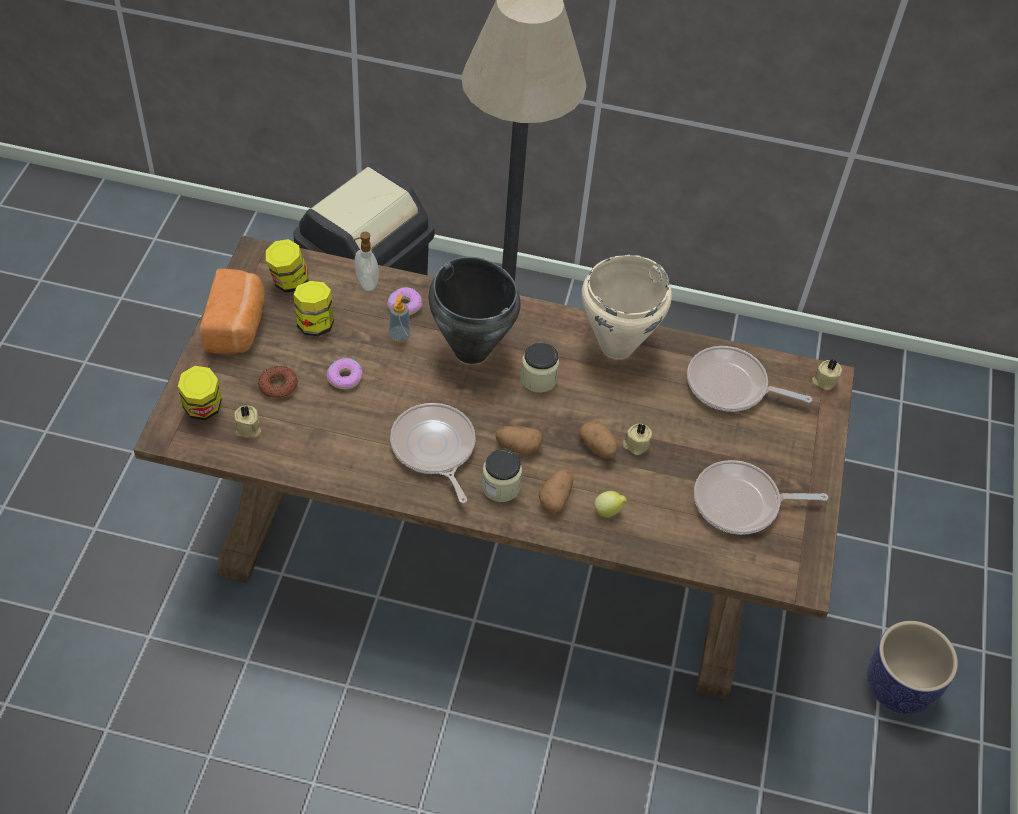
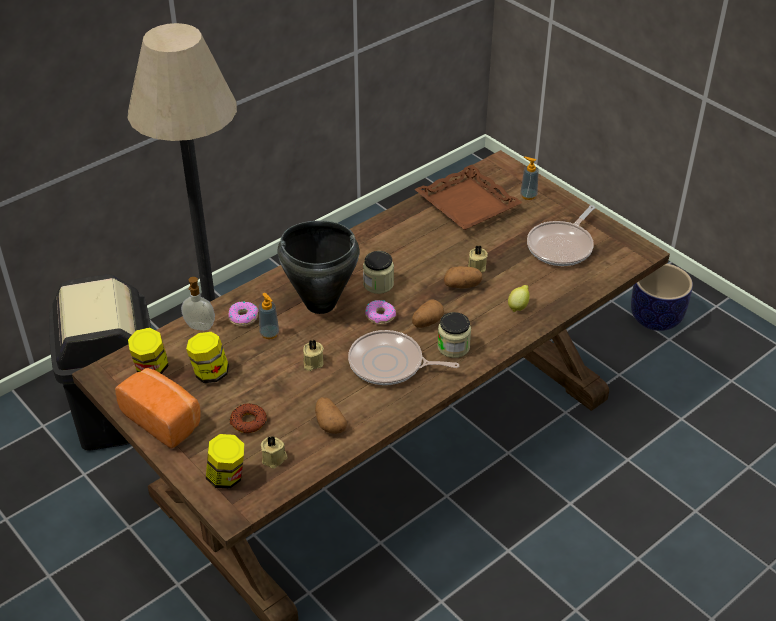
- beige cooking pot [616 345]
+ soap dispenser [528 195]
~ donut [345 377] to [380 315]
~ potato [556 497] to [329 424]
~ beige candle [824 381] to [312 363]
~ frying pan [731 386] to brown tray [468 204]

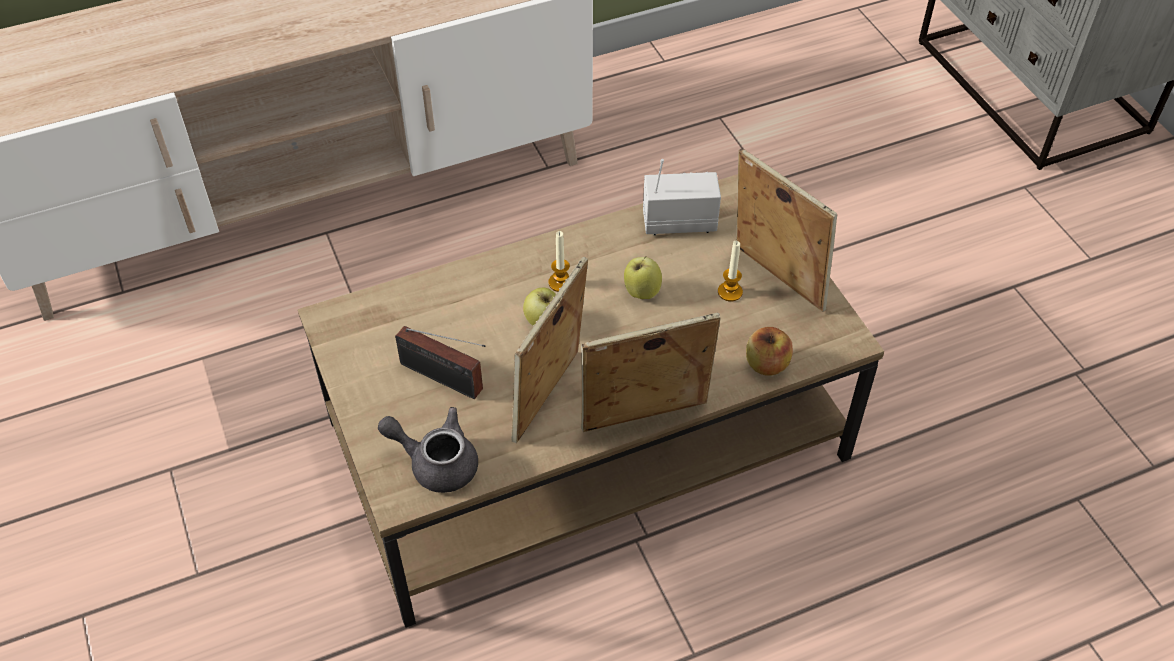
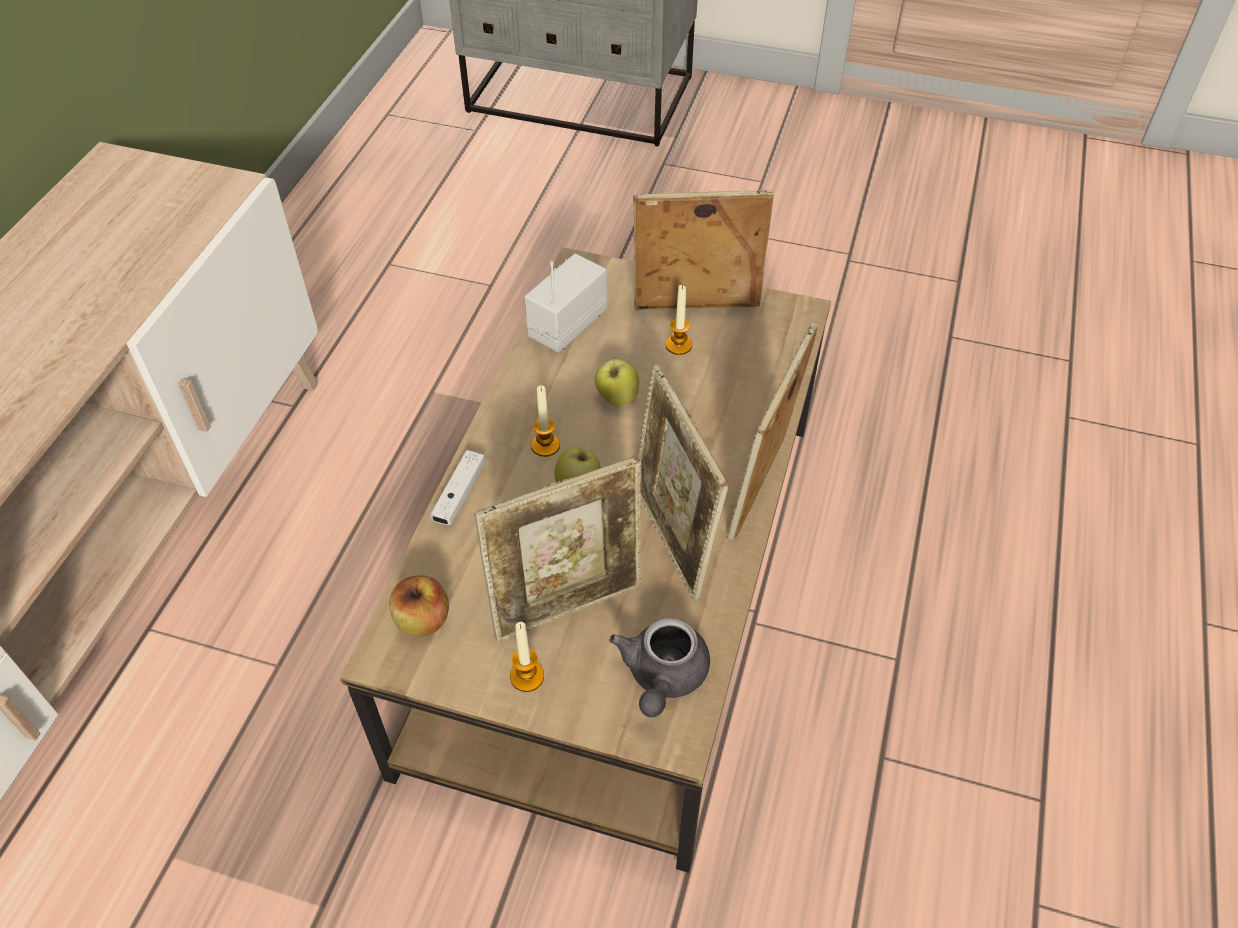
+ white game controller [459 494]
+ candle [527 676]
~ apple [766 364] to [423 620]
~ radio [445 379] to picture frame [568 606]
~ grey teapot [436 462] = [662 677] 45 degrees counterclockwise

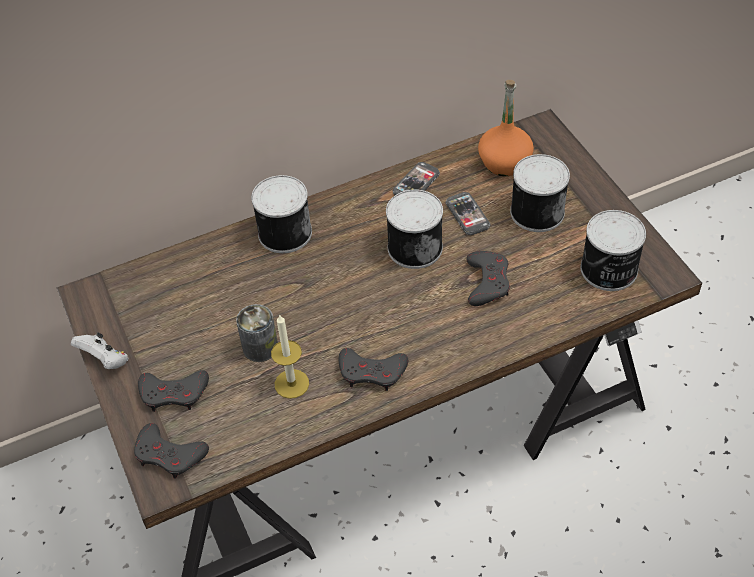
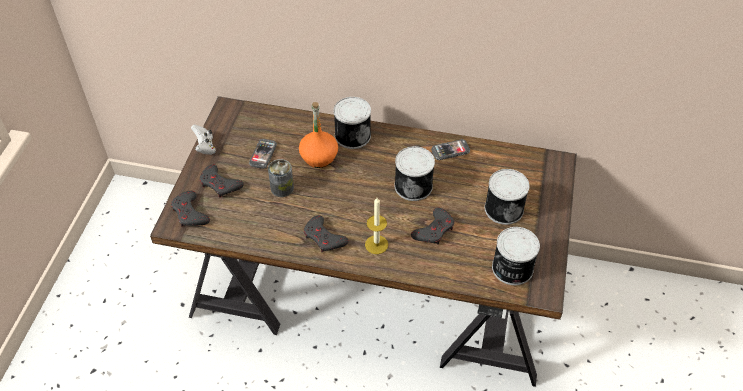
~ candle [291 384] to [376 244]
~ phone [467 215] to [263 154]
~ orange bottle [504 162] to [319 157]

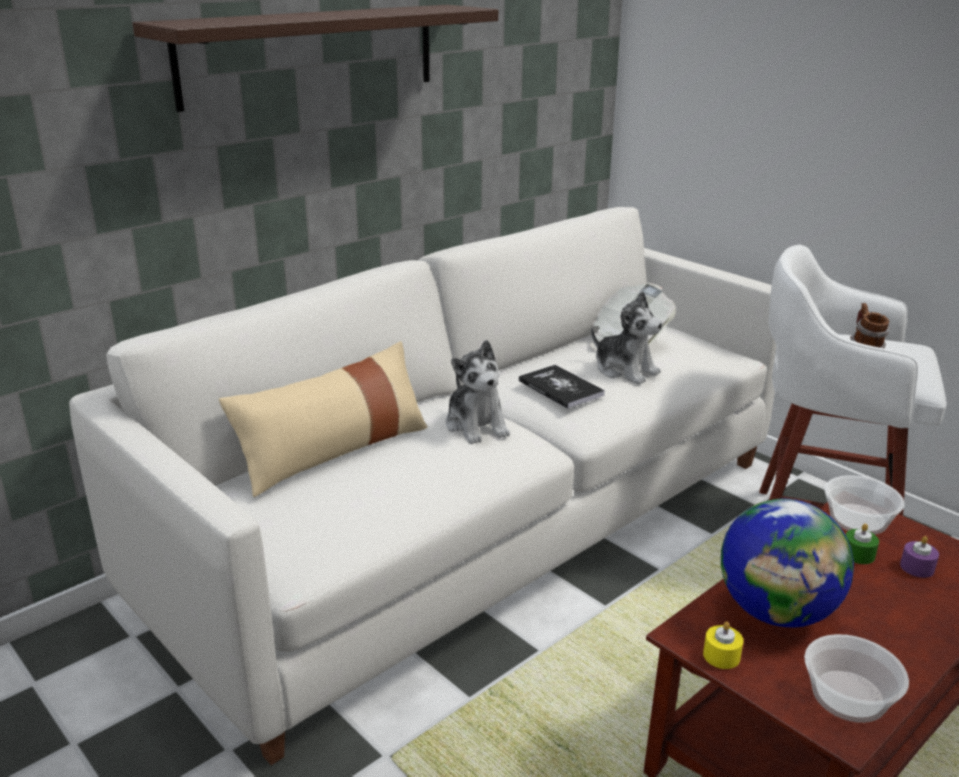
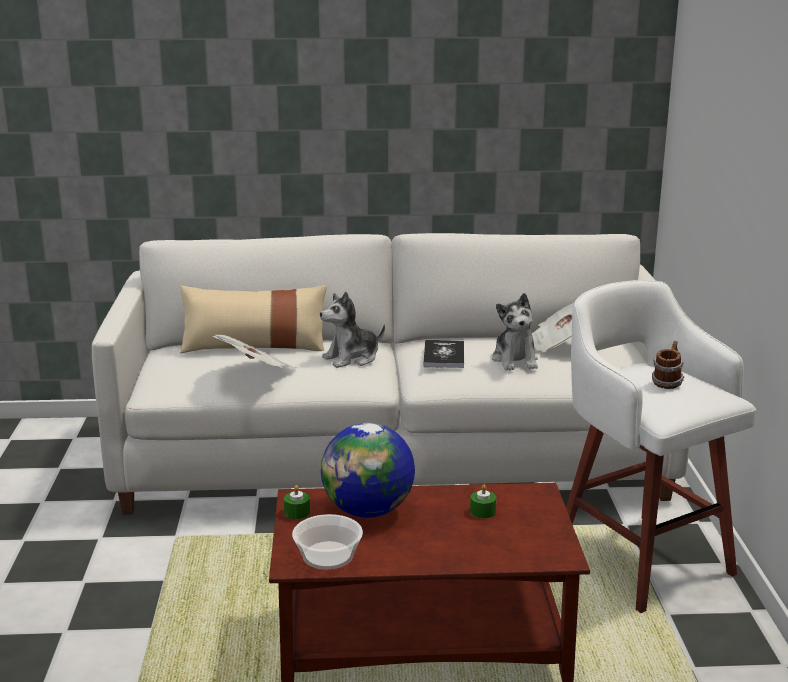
- shelf [311 54]
- bowl [857 519]
- purple candle [917 567]
+ newspaper [256 372]
~ yellow candle [721 656] to green candle [297 512]
~ plush toy [476 425] = [352 358] 45 degrees clockwise

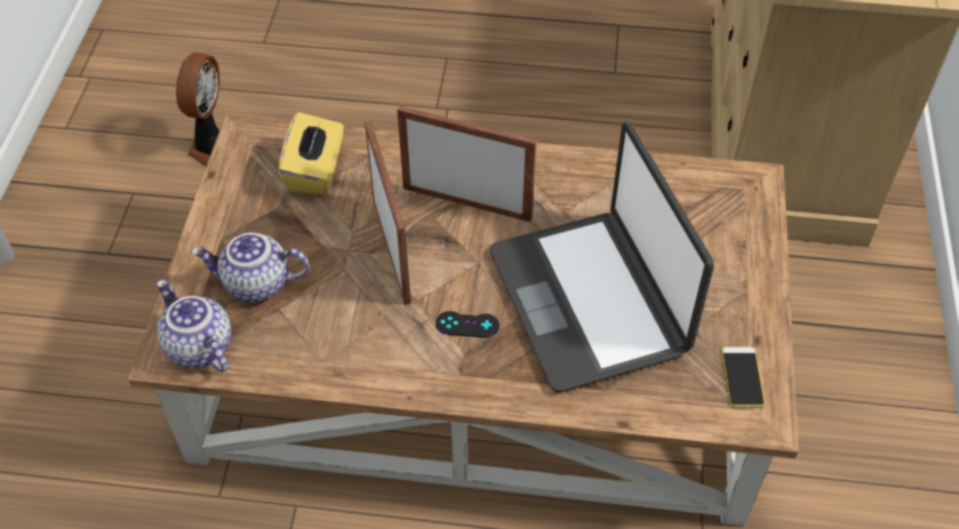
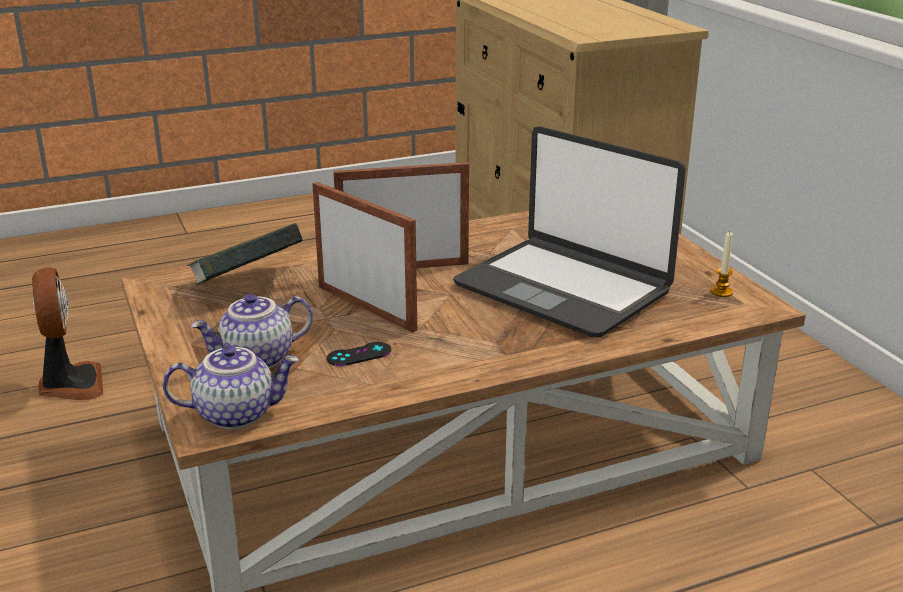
~ black game controller [467 324] to [359 354]
~ yellow tissue box [316 171] to book [247 285]
~ phone [742 377] to candle [721 292]
~ teapot [197 348] = [236 413] 150 degrees clockwise

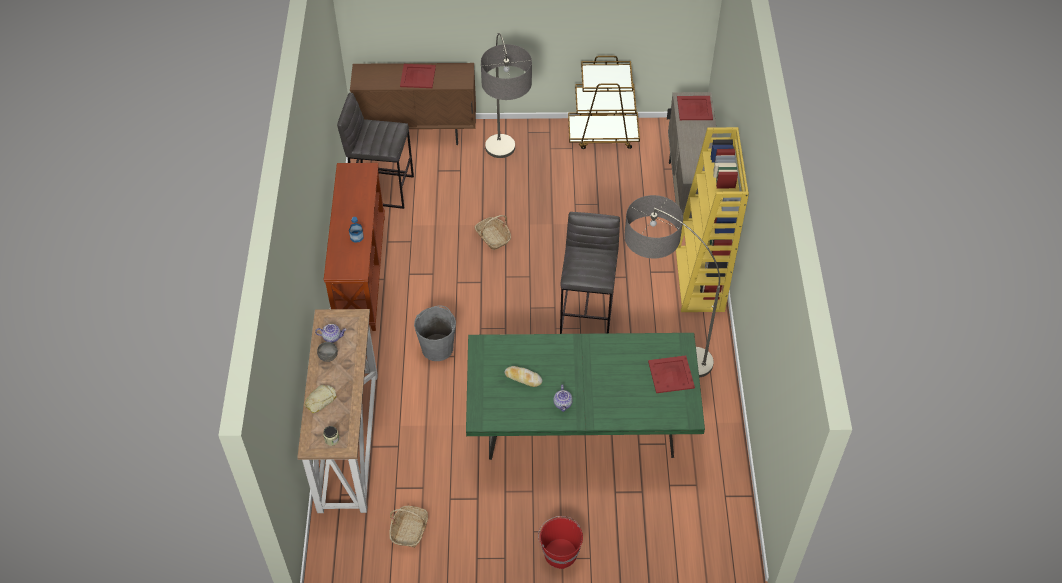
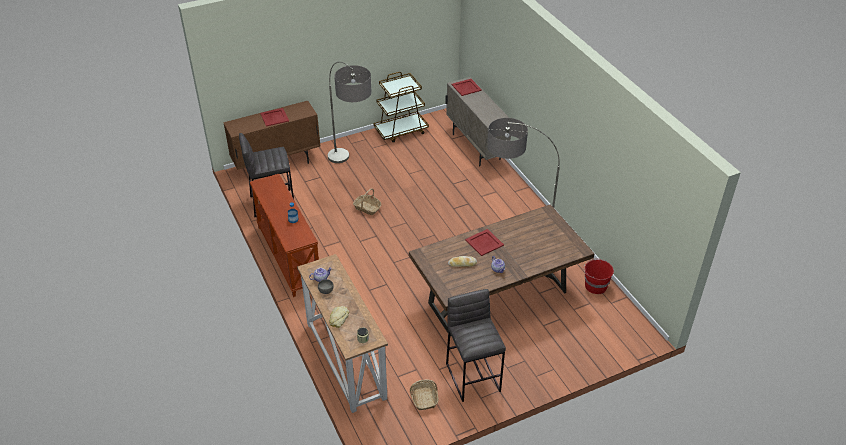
- grey bucket [437 348]
- yellow bookcase [699 280]
~ red bucket [560 552] to [595 286]
~ grey stool [587 312] to [473 376]
~ red tray [671 374] to [484 242]
~ green dining table [581 429] to brown dining table [497 297]

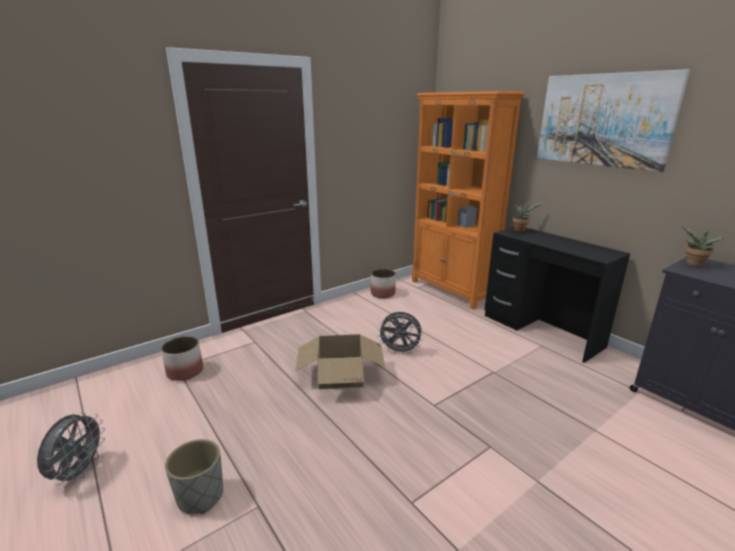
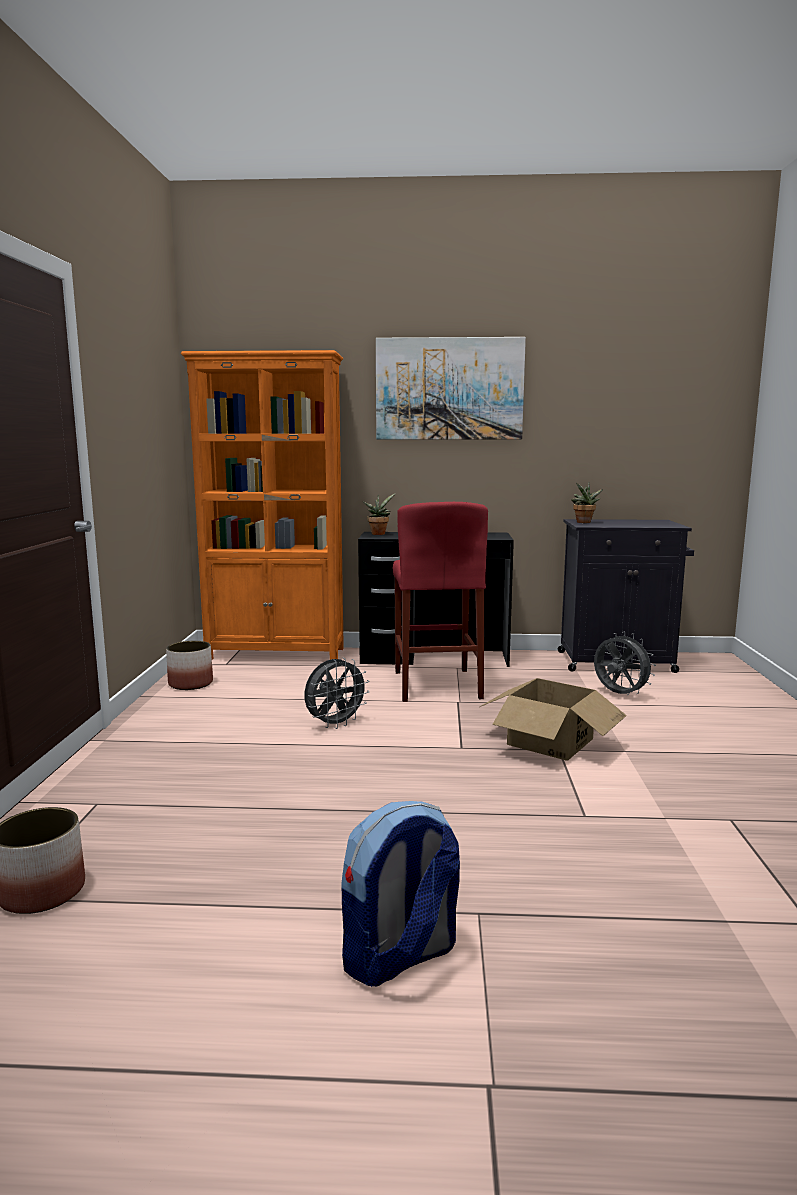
+ red stool [436 685]
~ grey fan [79 472] to [619 695]
~ cardboard box [341 375] to [550 741]
~ grey planter [200 496] to backpack [400 958]

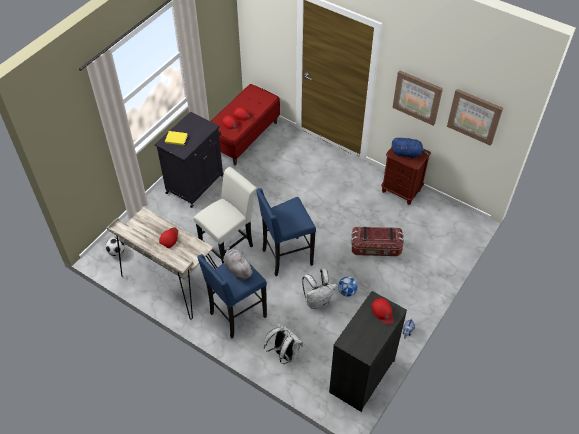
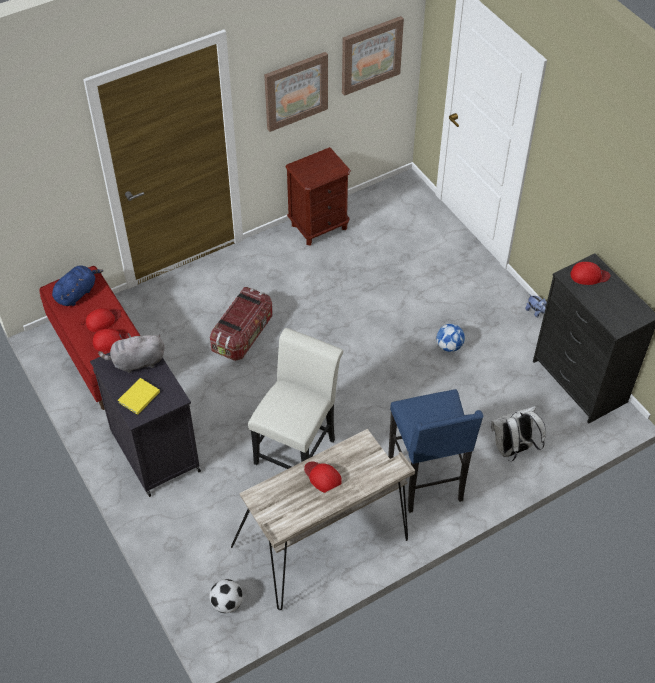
- blue stool [286 257]
- white backpack [318 301]
~ grey plush toy [237 269] to [136 362]
~ storage box [376 248] to [243 334]
~ blue plush toy [407 153] to [77 293]
~ white chair [229 244] = [298 447] 45 degrees clockwise

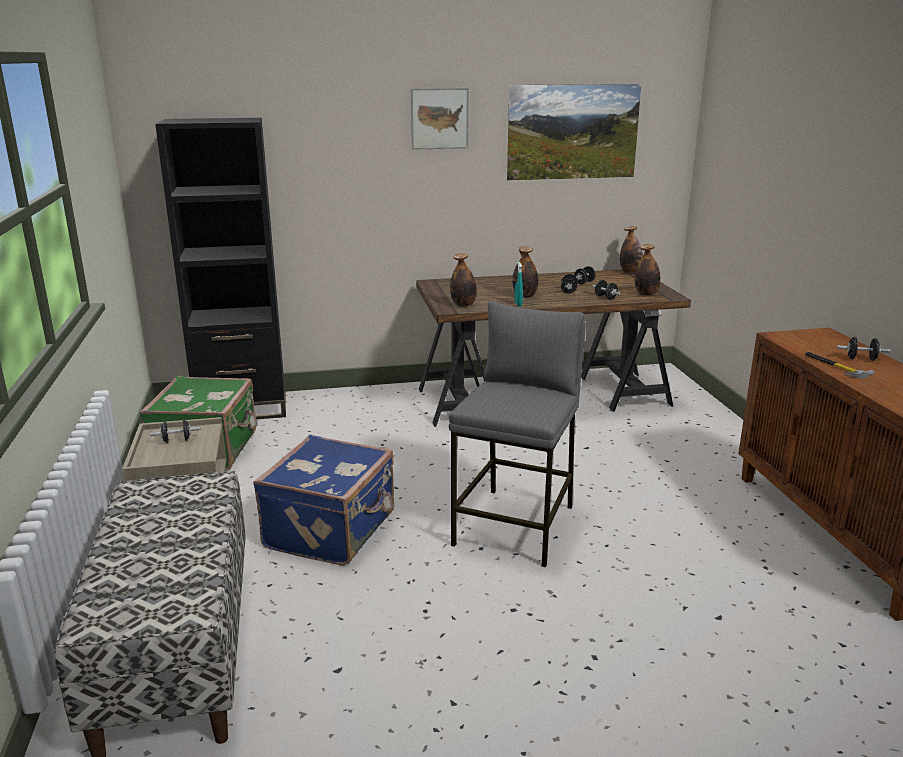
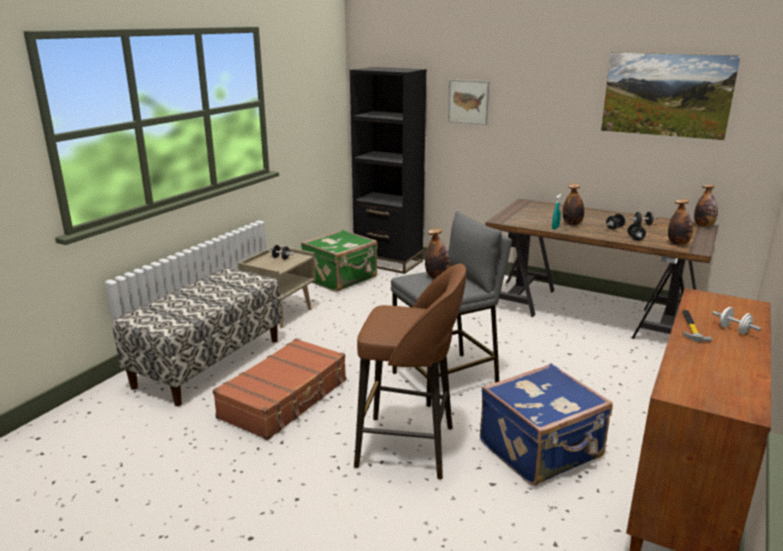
+ brown suitcase [285 399]
+ brown stool [409 447]
~ blue suitcase [332 530] to [542 451]
~ picture [439 118] to [468 101]
~ bottle [463 305] to [437 277]
~ black dumbbell [861 359] to white dumbbell [734 330]

